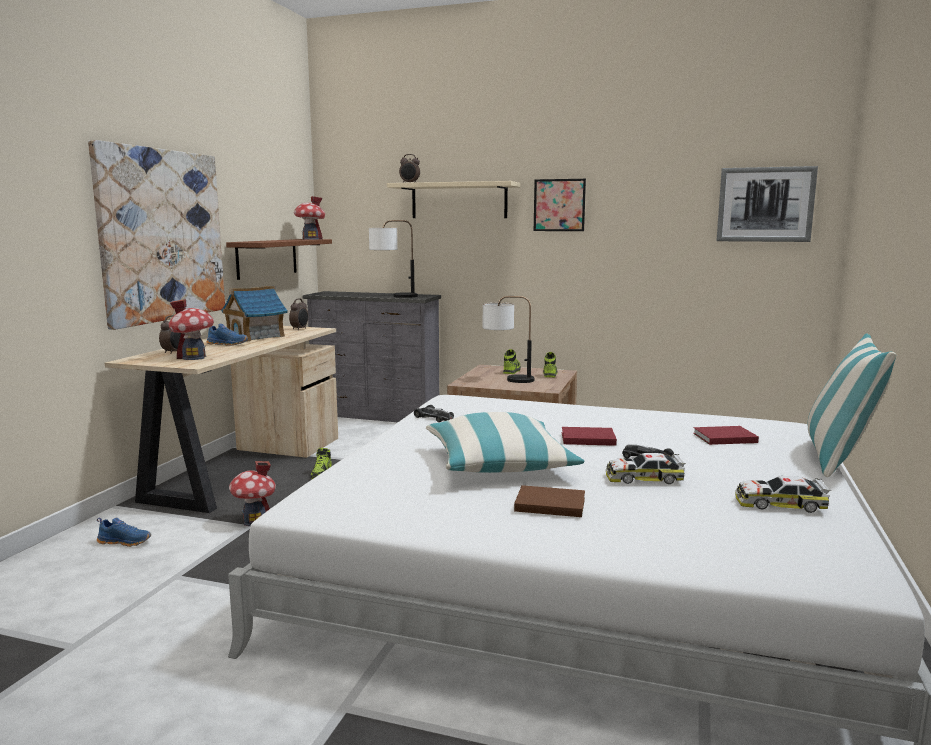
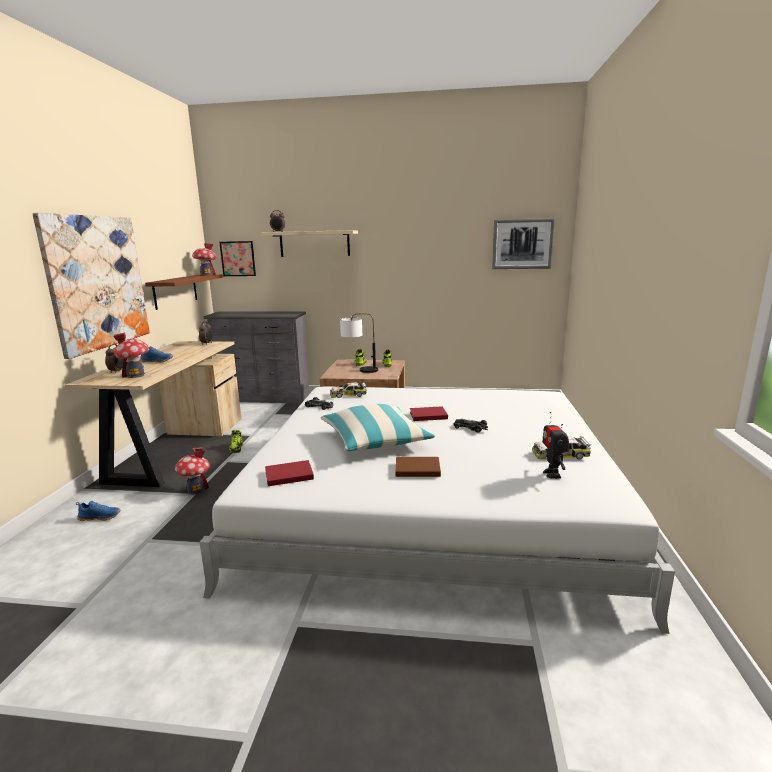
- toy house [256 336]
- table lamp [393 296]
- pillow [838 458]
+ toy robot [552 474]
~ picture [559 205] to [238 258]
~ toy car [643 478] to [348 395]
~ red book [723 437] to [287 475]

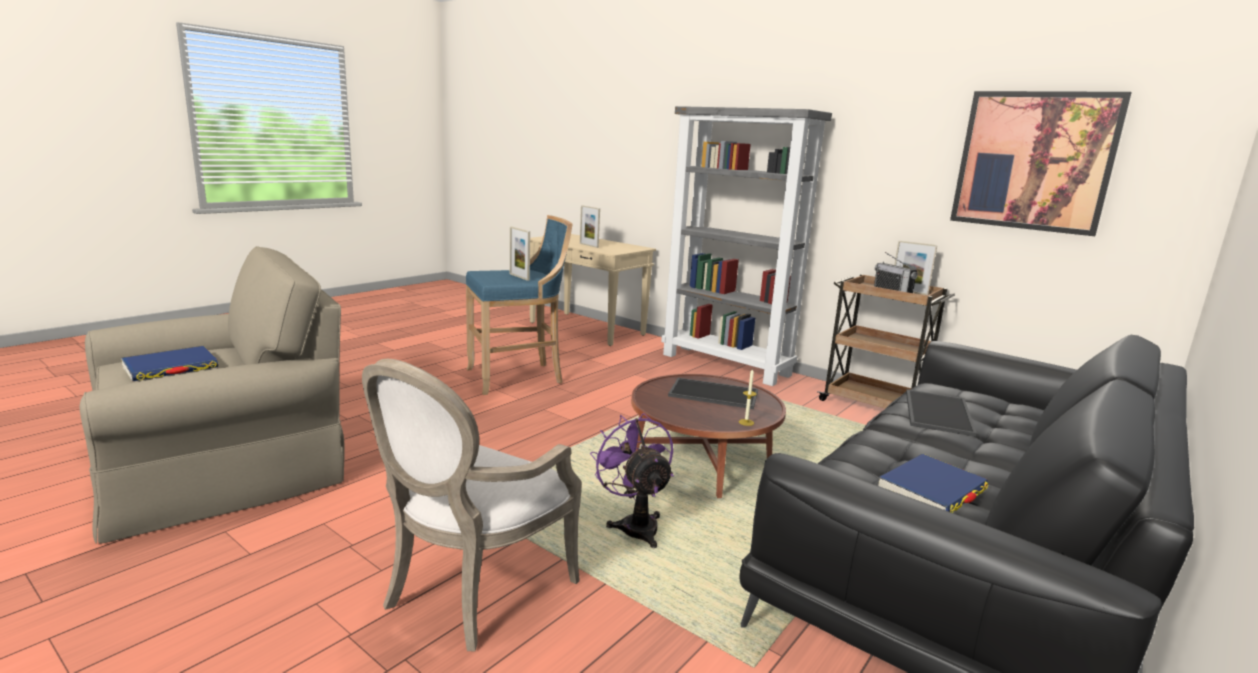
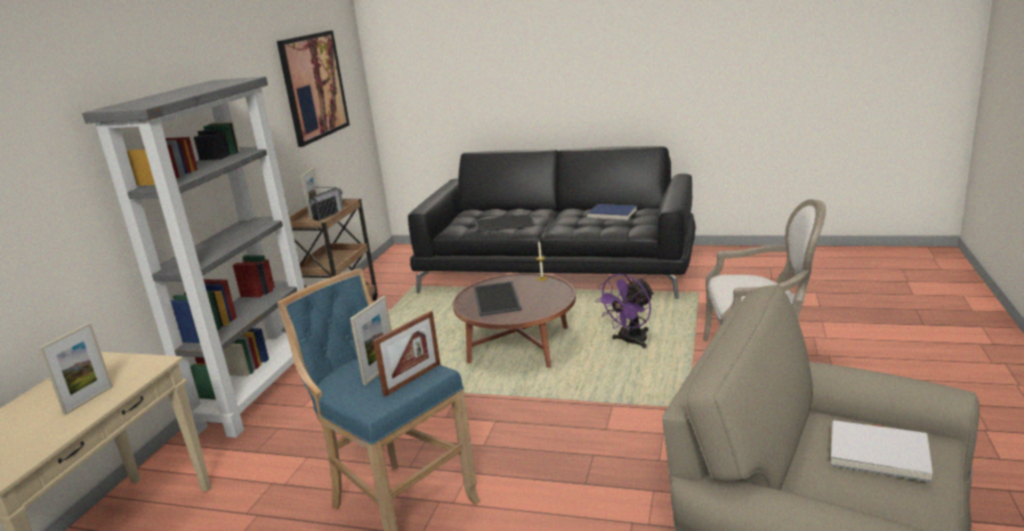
+ picture frame [412 379]
~ blue book [171 368] to white book [878 454]

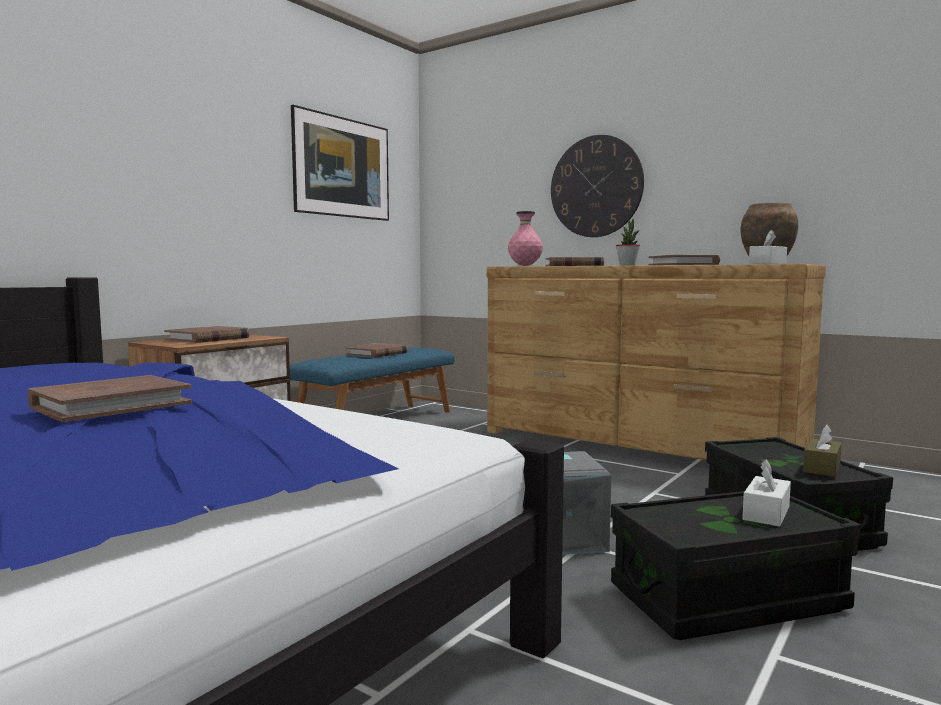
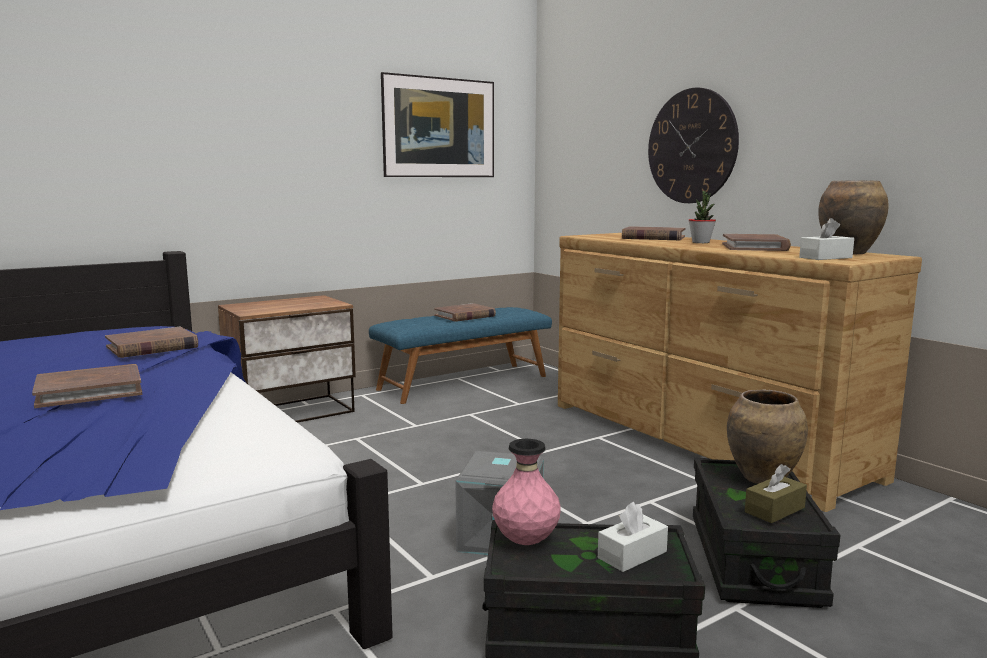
+ brown vase [763 479]
~ brown book [208 339] to [152 347]
~ pink vase [525 266] to [526 542]

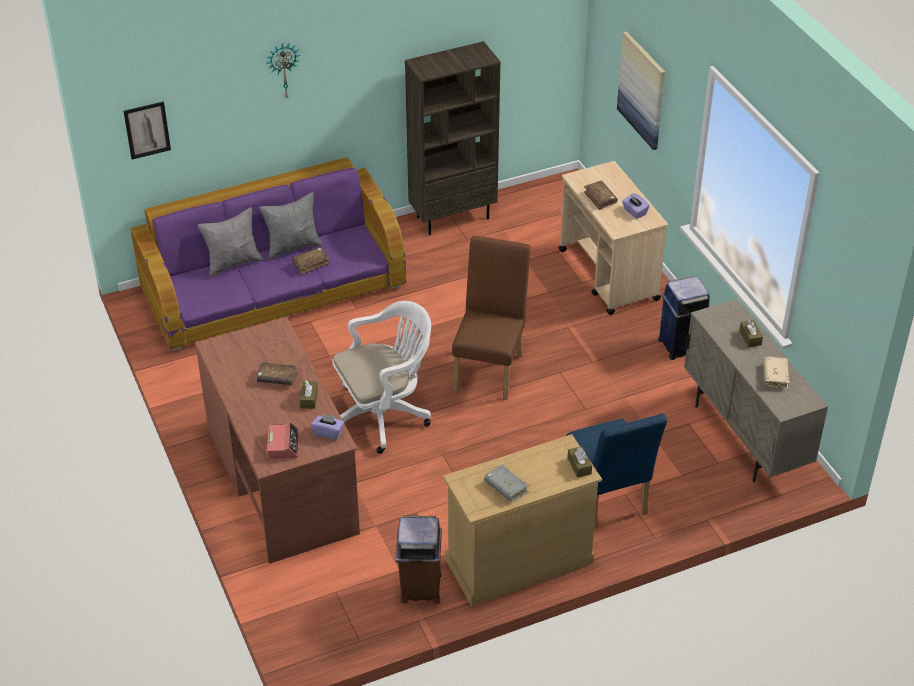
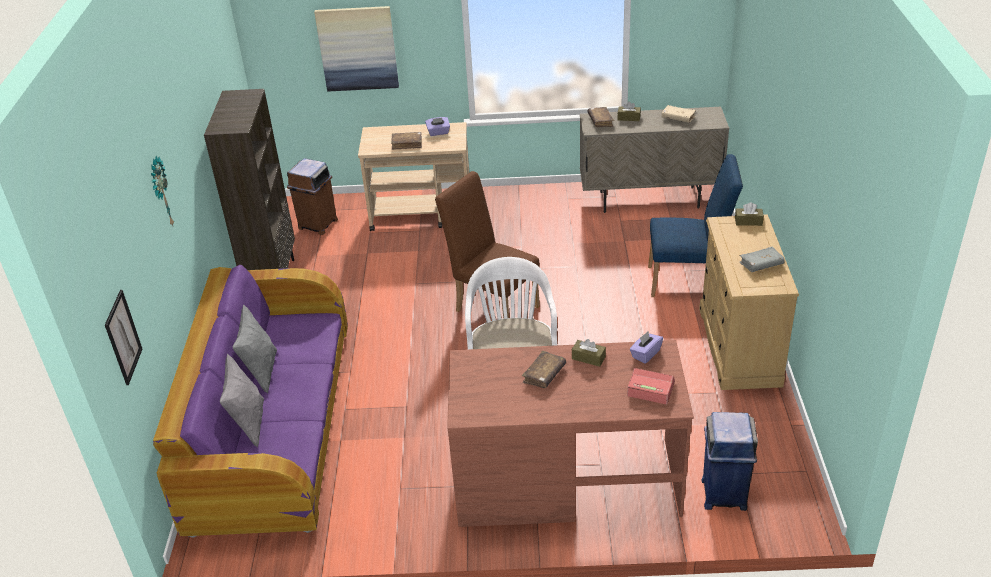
~ brown book [311 263] to [600 121]
~ brown trash can [420 588] to [317 225]
~ blue trash can [680 346] to [724 493]

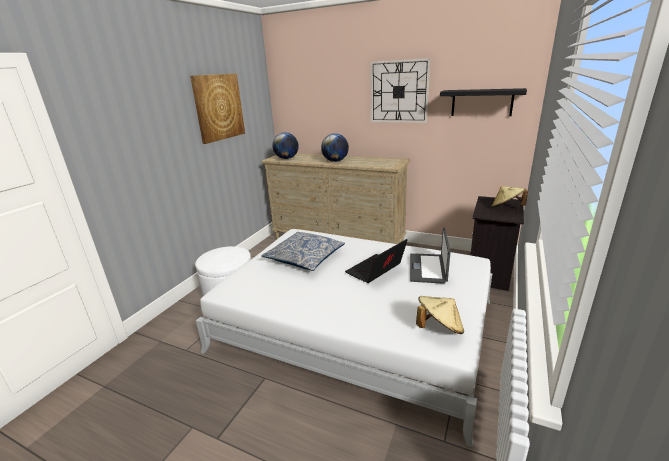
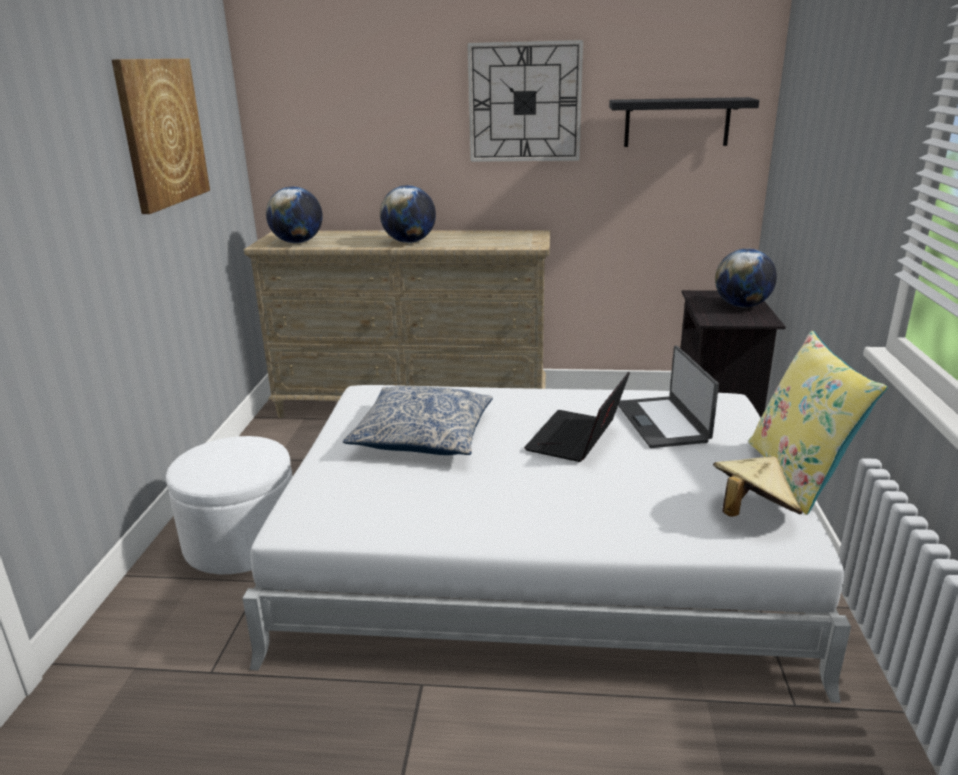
+ yellow pillow [799 475]
~ beige hat [506 208] to globe [742 306]

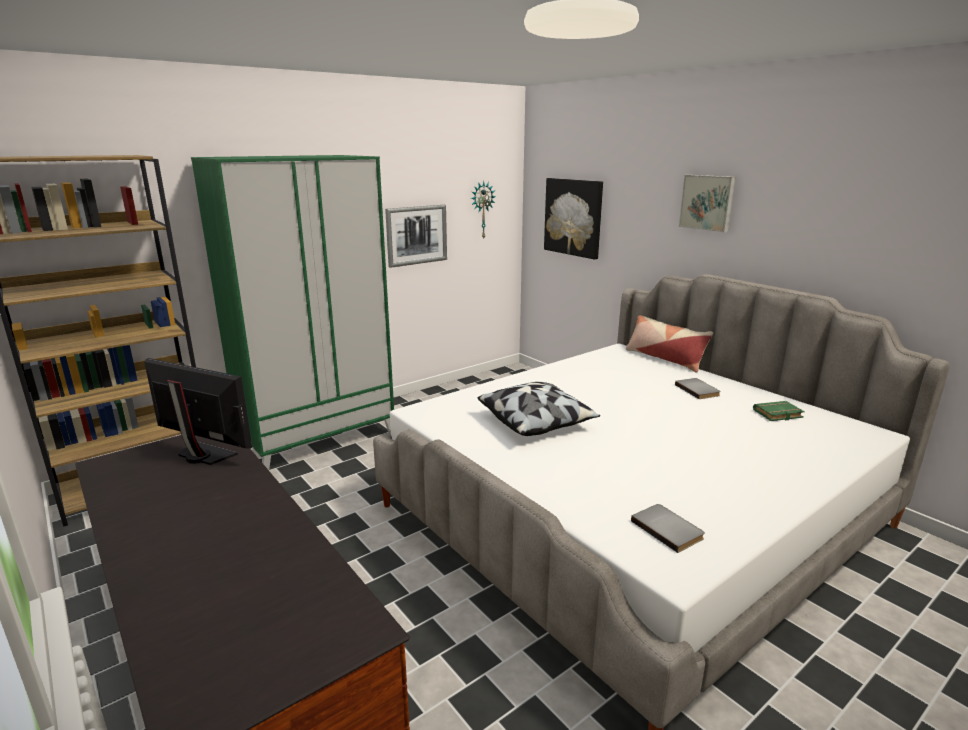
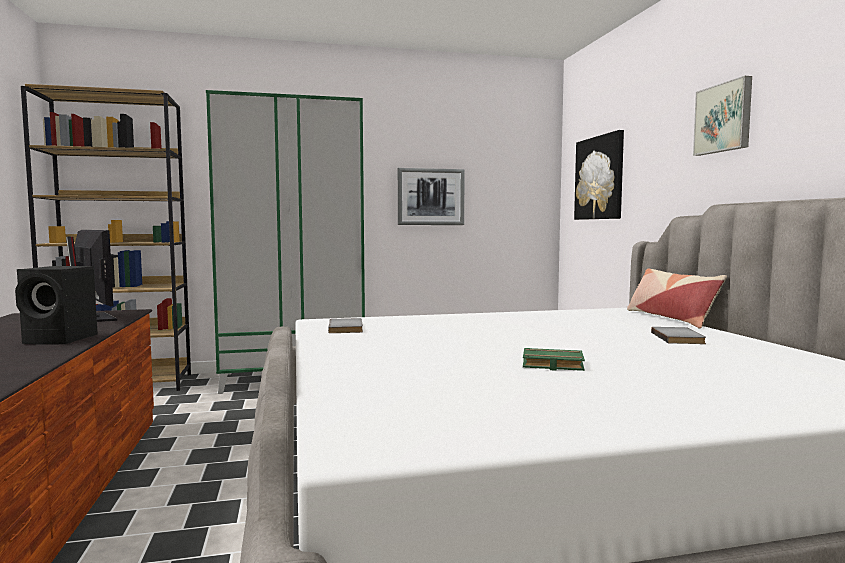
- wall clock [482 210]
- pillow [537 422]
+ black speaker [62 339]
~ grey book [668 529] to [347 328]
~ green book [777 414] to [551 365]

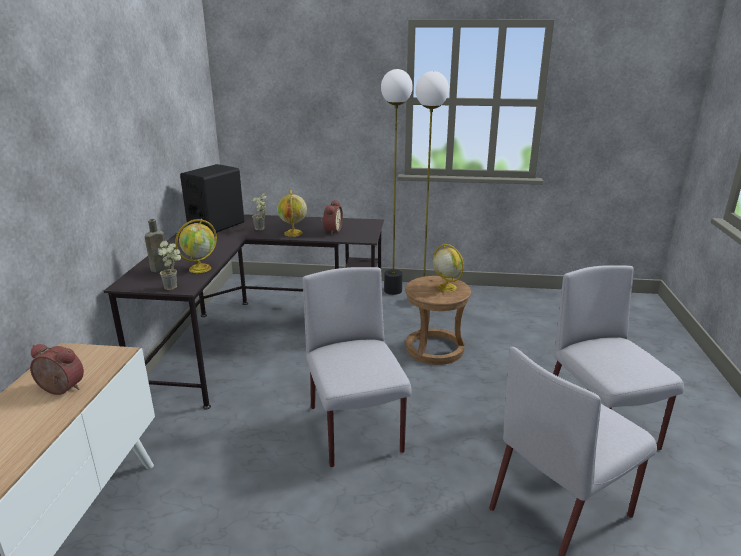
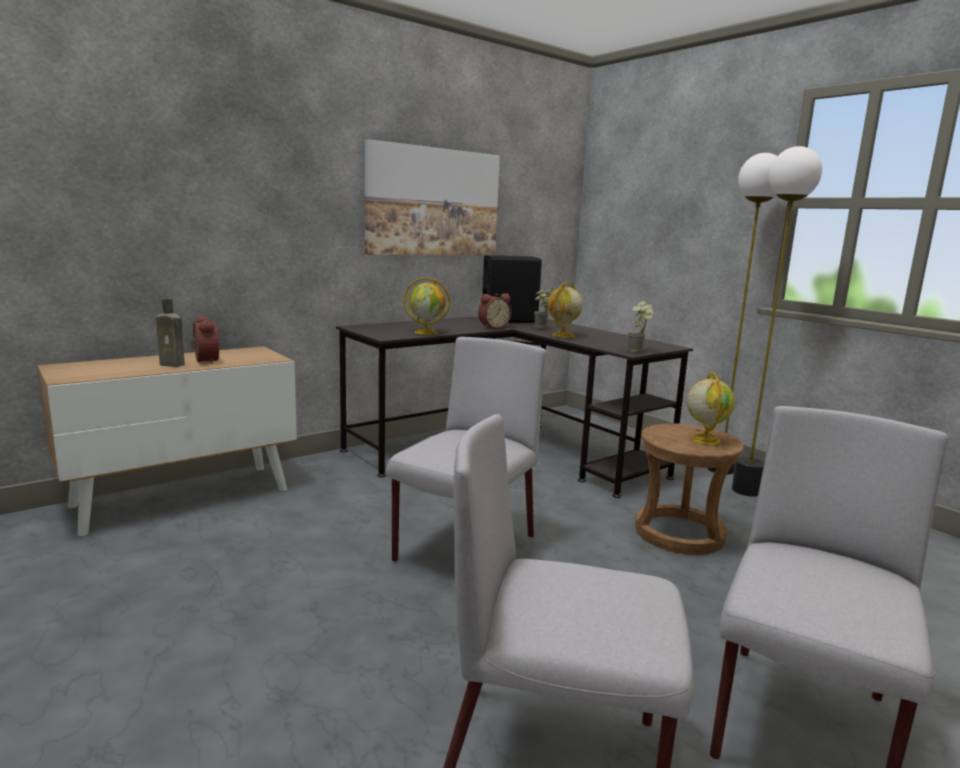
+ picture [433 202]
~ brown bottle [161 268] to [174 364]
~ potted plant [175 287] to [639 351]
~ alarm clock [331 231] to [493 327]

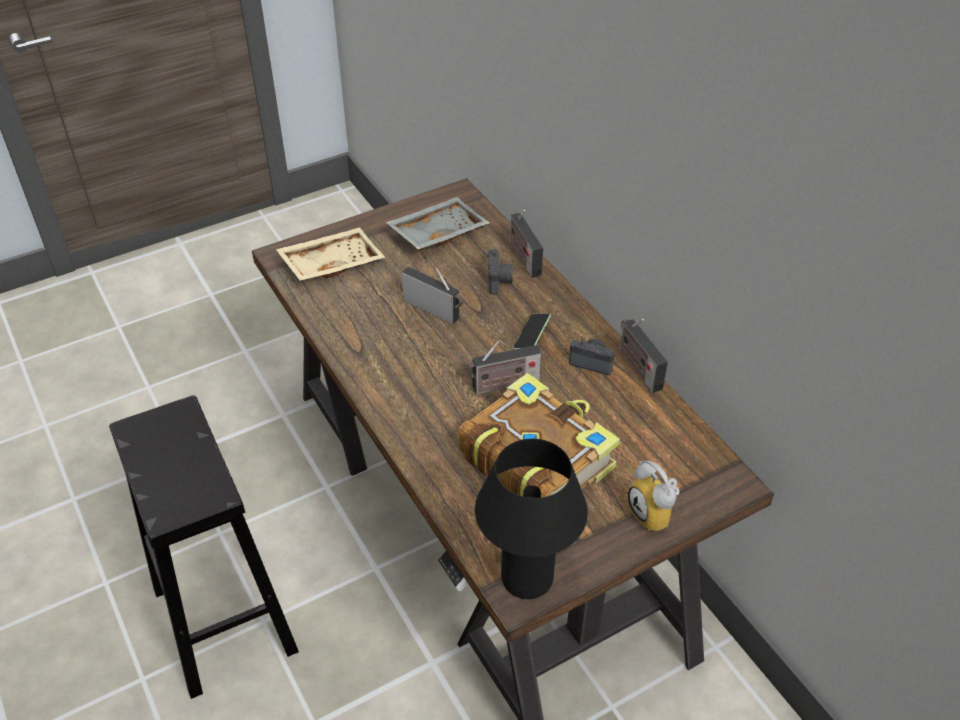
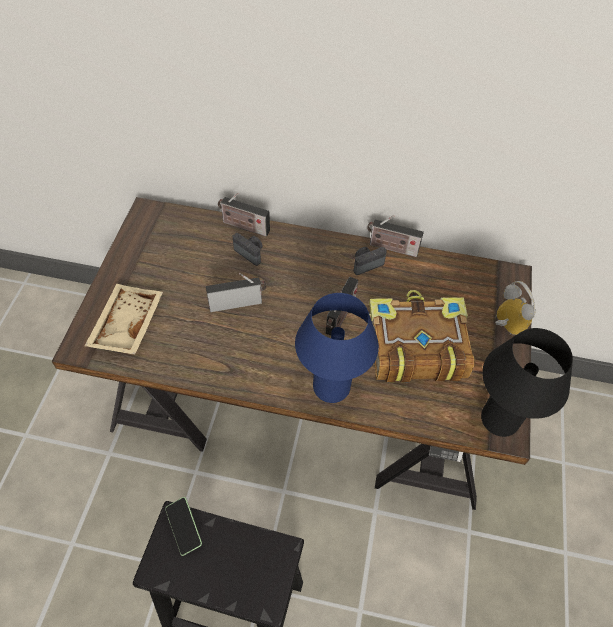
- grey tray [437 232]
+ blue table lamp [331 387]
~ phone [532 336] to [184 528]
~ alarm clock [655 515] = [504 325] 135 degrees counterclockwise

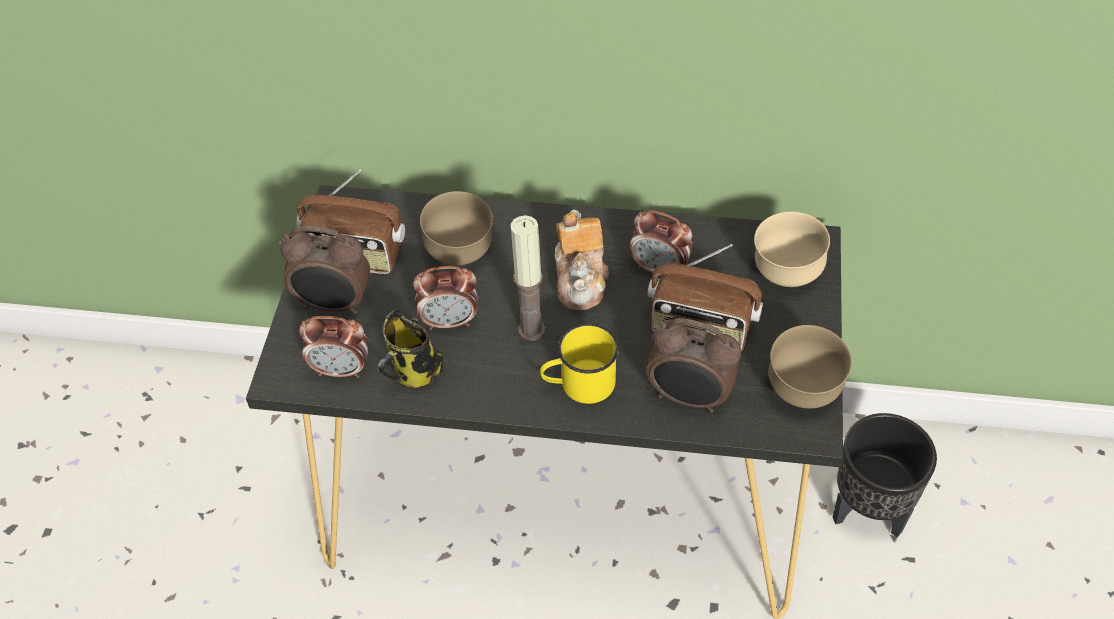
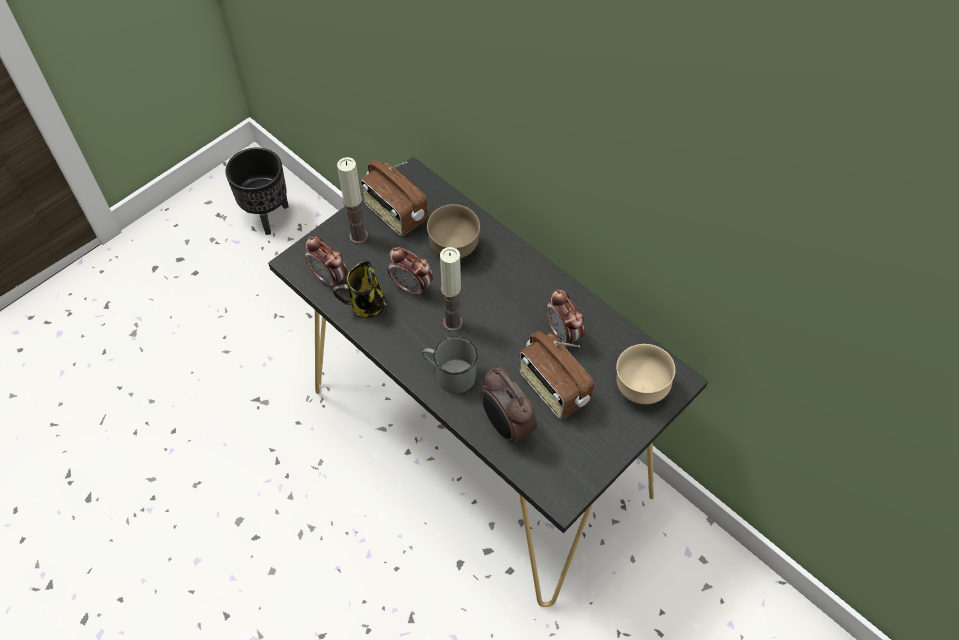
- teapot [581 278]
- brown bowl [803 392]
~ black planter [869 510] to [268 216]
~ alarm clock [334 304] to candle [358 236]
~ yellow mug [579 384] to grey mug [450 374]

